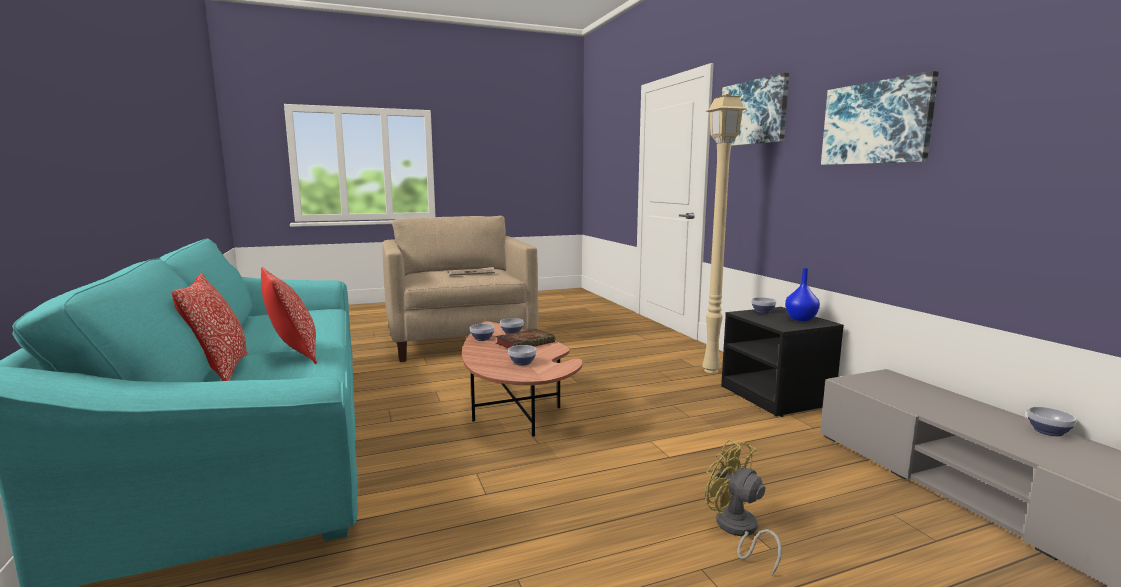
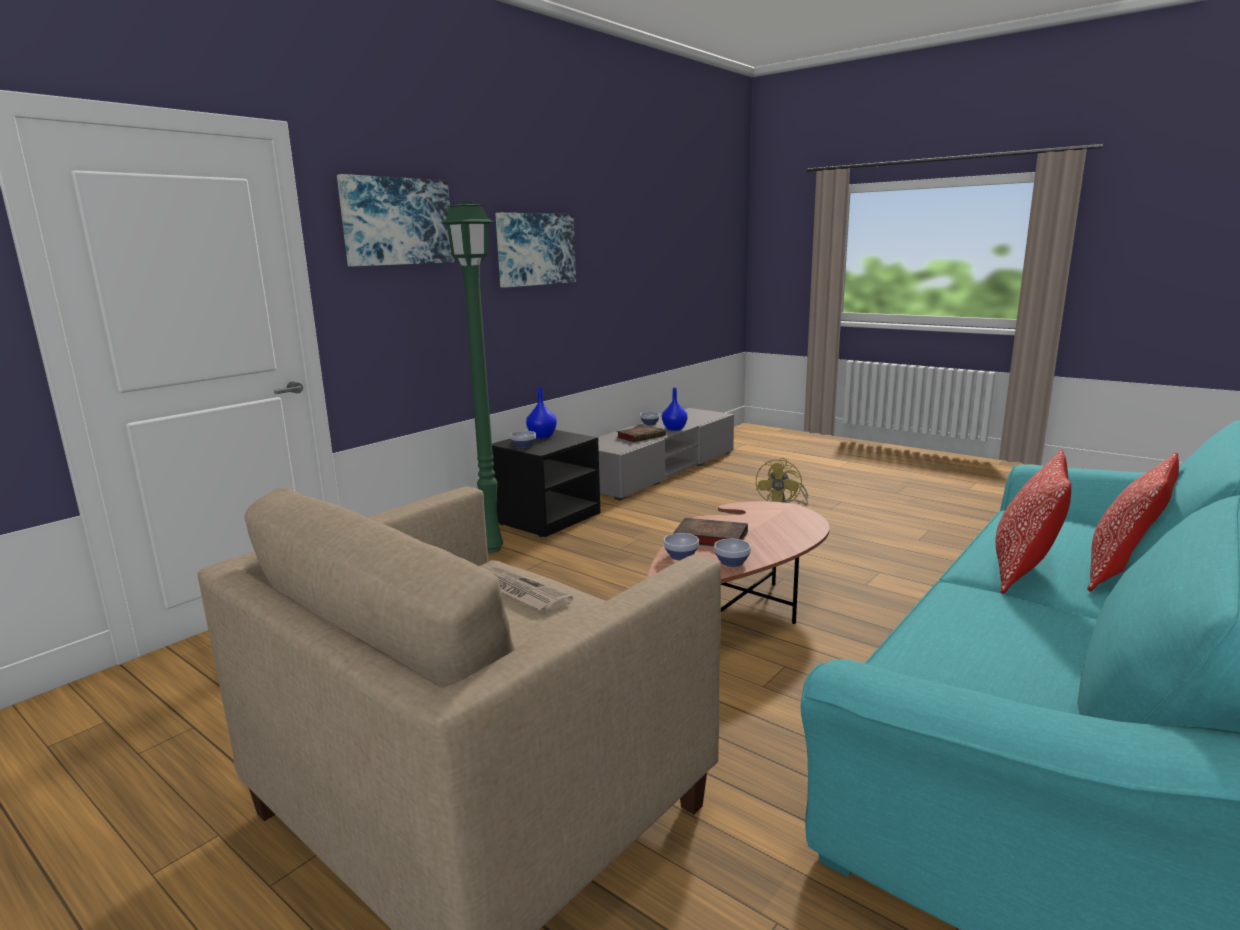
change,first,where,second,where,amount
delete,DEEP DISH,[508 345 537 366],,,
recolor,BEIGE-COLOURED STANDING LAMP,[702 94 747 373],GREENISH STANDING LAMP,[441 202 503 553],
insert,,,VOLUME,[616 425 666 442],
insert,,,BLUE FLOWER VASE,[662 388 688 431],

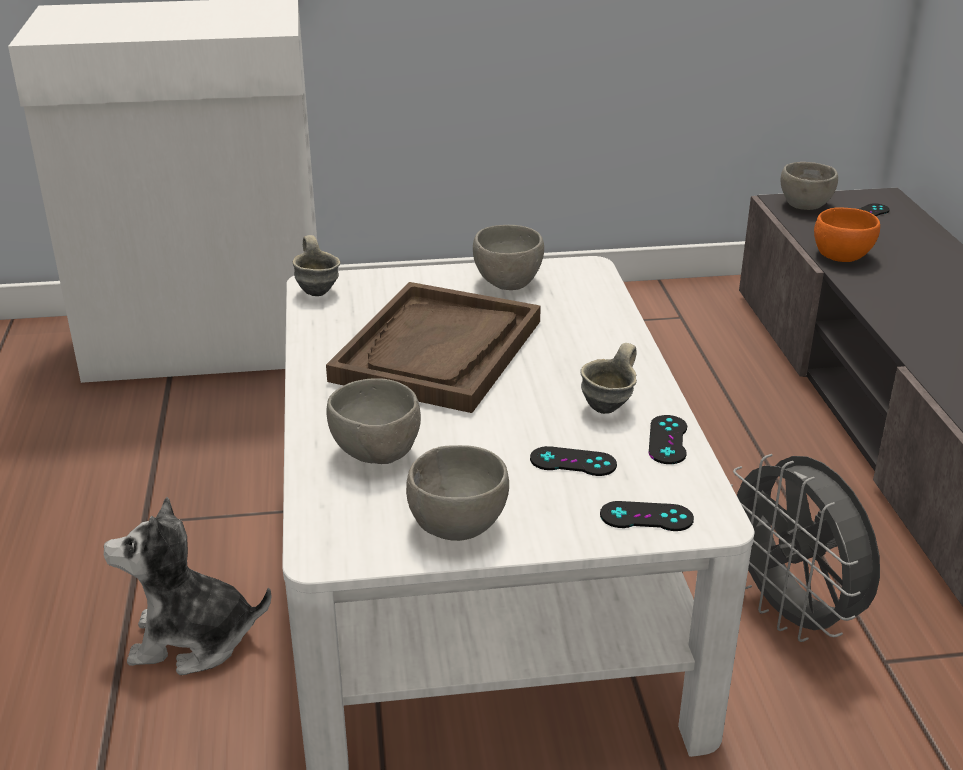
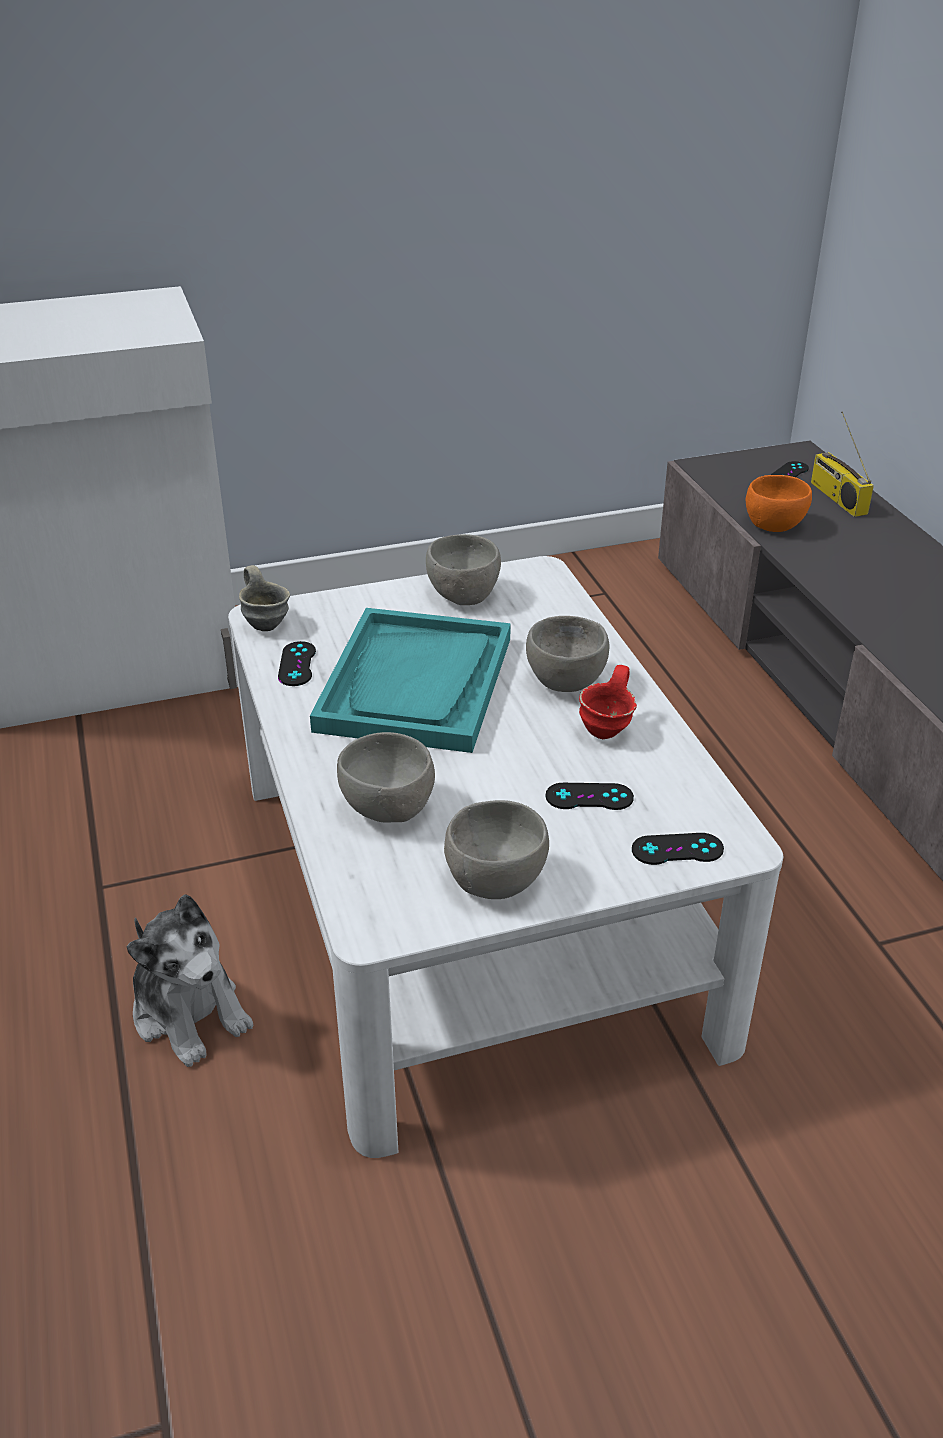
change,first,where,second,where,amount
rotate,SOFT TOY,[104 497 272 675],,[127 894 254 1067],120 degrees counterclockwise
recolor,BROWN-COLOURED CARRYING TRAY,[326 282 541 413],TURQUOISE-COLOURED CARRYING TRAY,[310 608 511 753],
recolor,GREYISH COFFEE MUG,[580 343 637 414],RED-COLOURED COFFEE MUG,[579 665 637 739],
move,BLACK-COLOURED GAMEPAD,[648 415 687 464],,[278 641 316 686],
delete,GREYISH COOLING FAN,[731 454 880 642],,,
move,GREYISH DEEP DISH,[781 162 838 210],,[526 616 609 692],
insert,,,RADIO RECEIVER,[811 411 874 517],

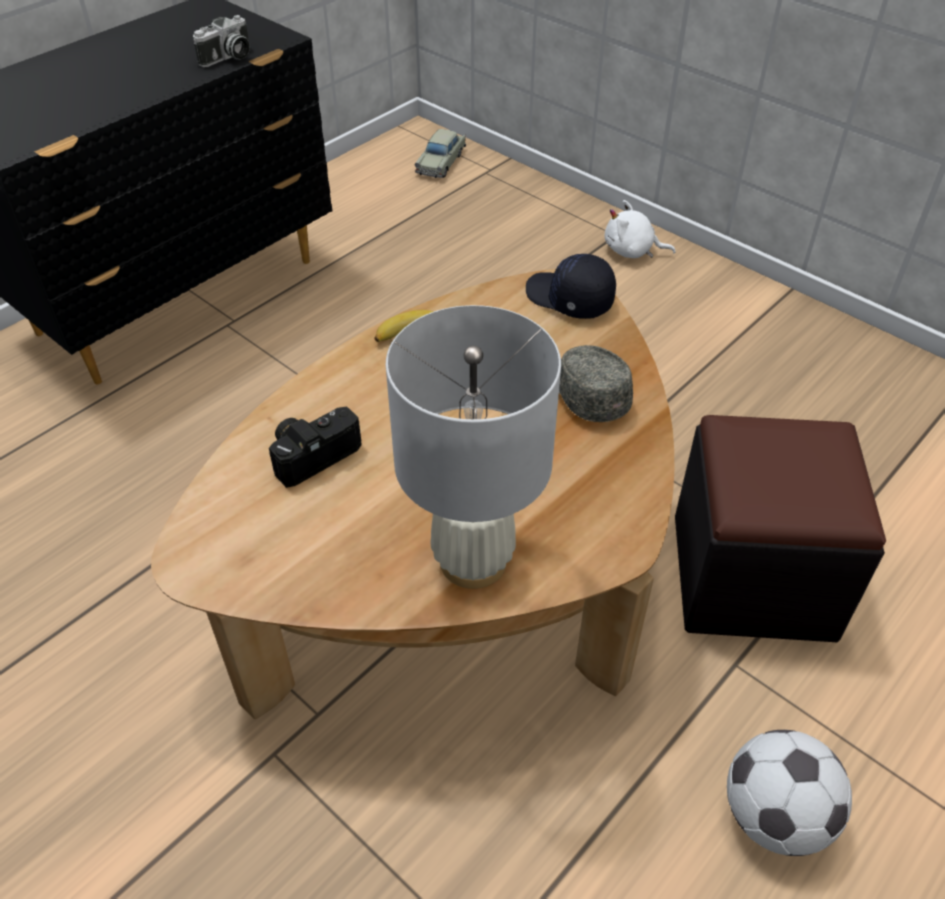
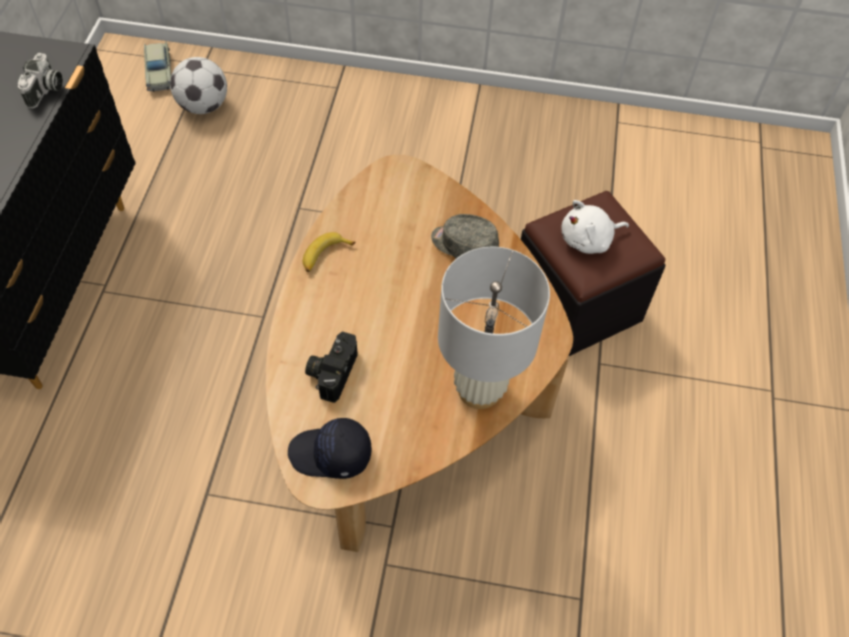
change,first,where,second,where,amount
move,BLACK-COLOURED PEAKED CAP,[526 254 616 319],,[288 418 371 479],
move,WHITE SOFT TOY,[604 200 676 258],,[561 200 629 254],
move,FOOTBALL,[727 730 852 856],,[170 57 227 114],

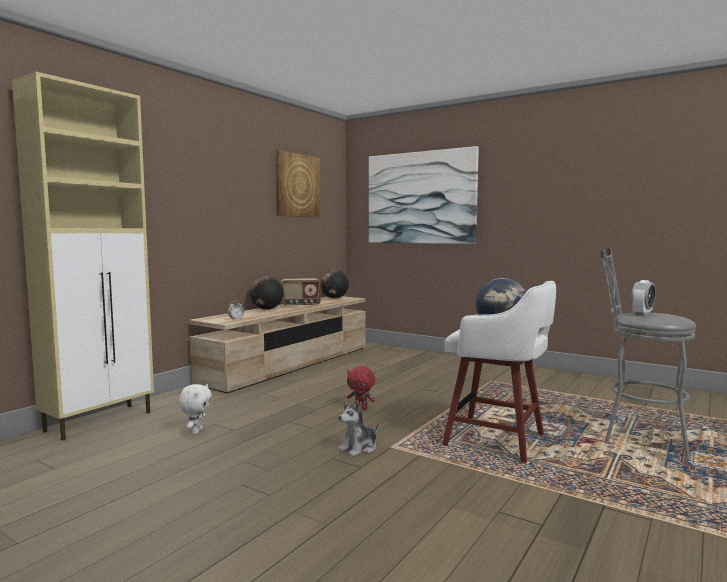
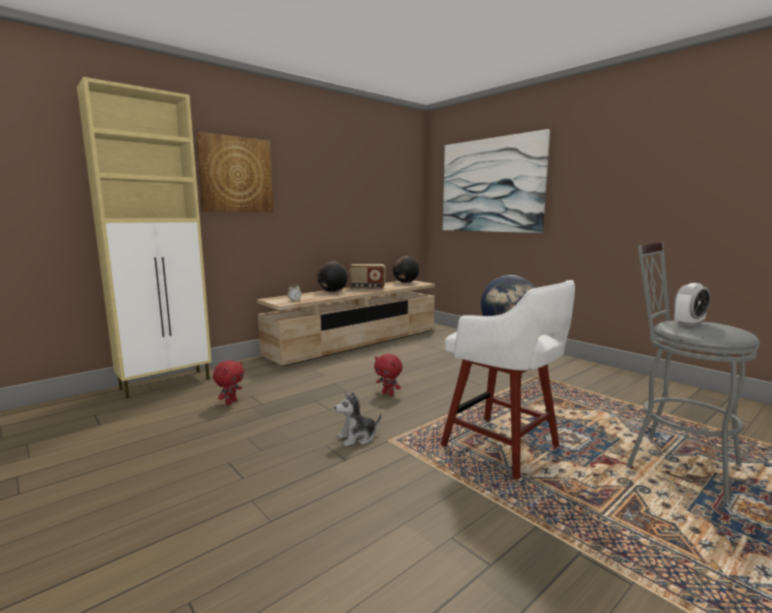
change,first,where,second,where,amount
recolor,WHITE SOFT TOY,[178 384 212 434],RED-COLOURED SOFT TOY,[213 360 244 405],
move,WALL ART,[276 150 320 218],,[196 132 273 212],

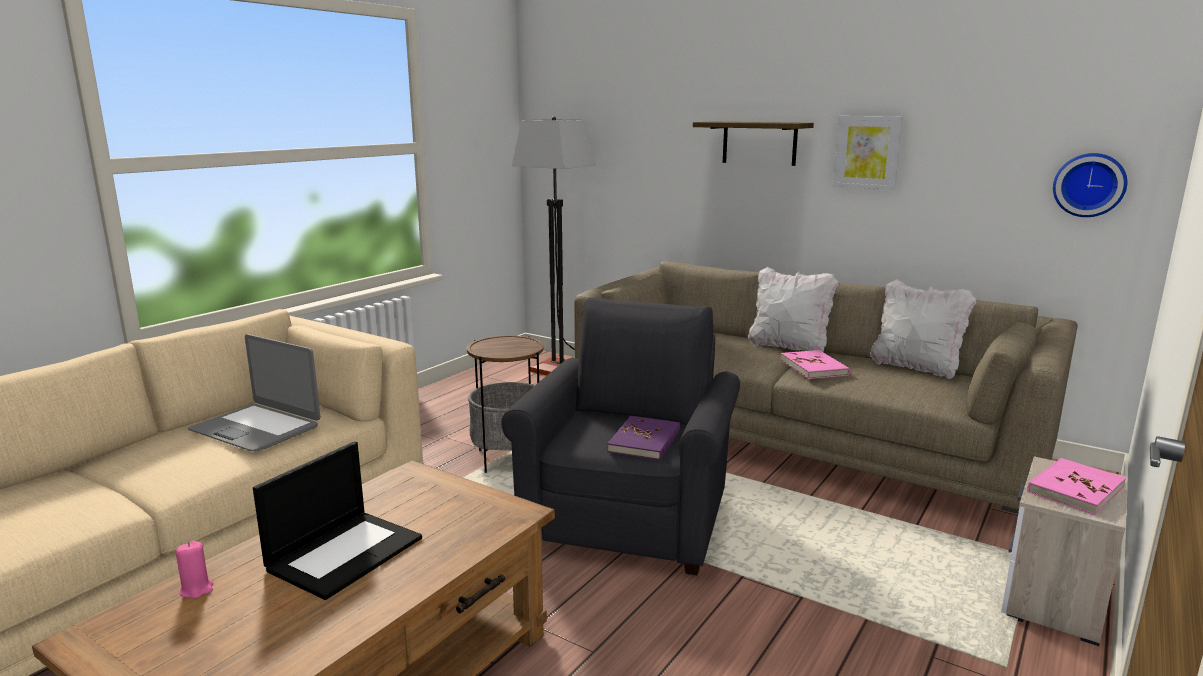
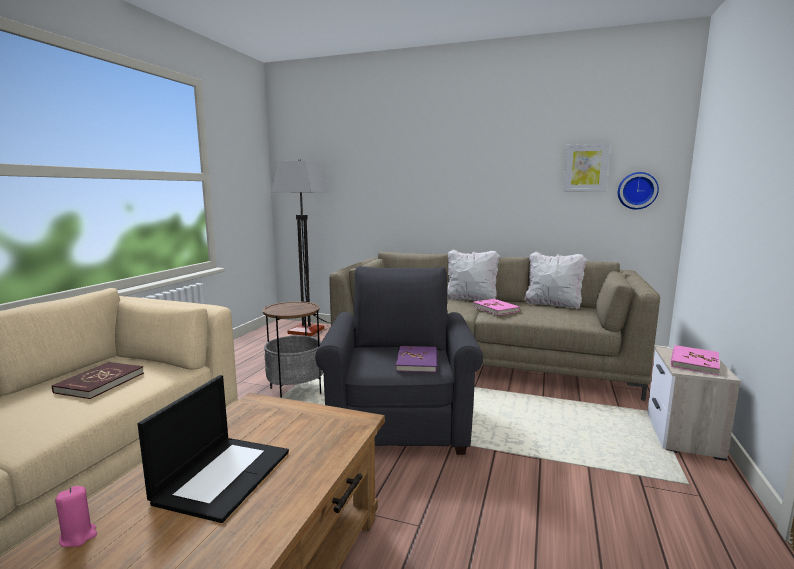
change,first,where,second,where,amount
replace,PORTABLE COMPUTER,[188 334 320 451],RED-COLOURED VOLUME,[52 362 144 399],
delete,SHELF,[693 122 814 166],,,
move,WALL ART,[833 116 903 190],,[563 144 610 191],

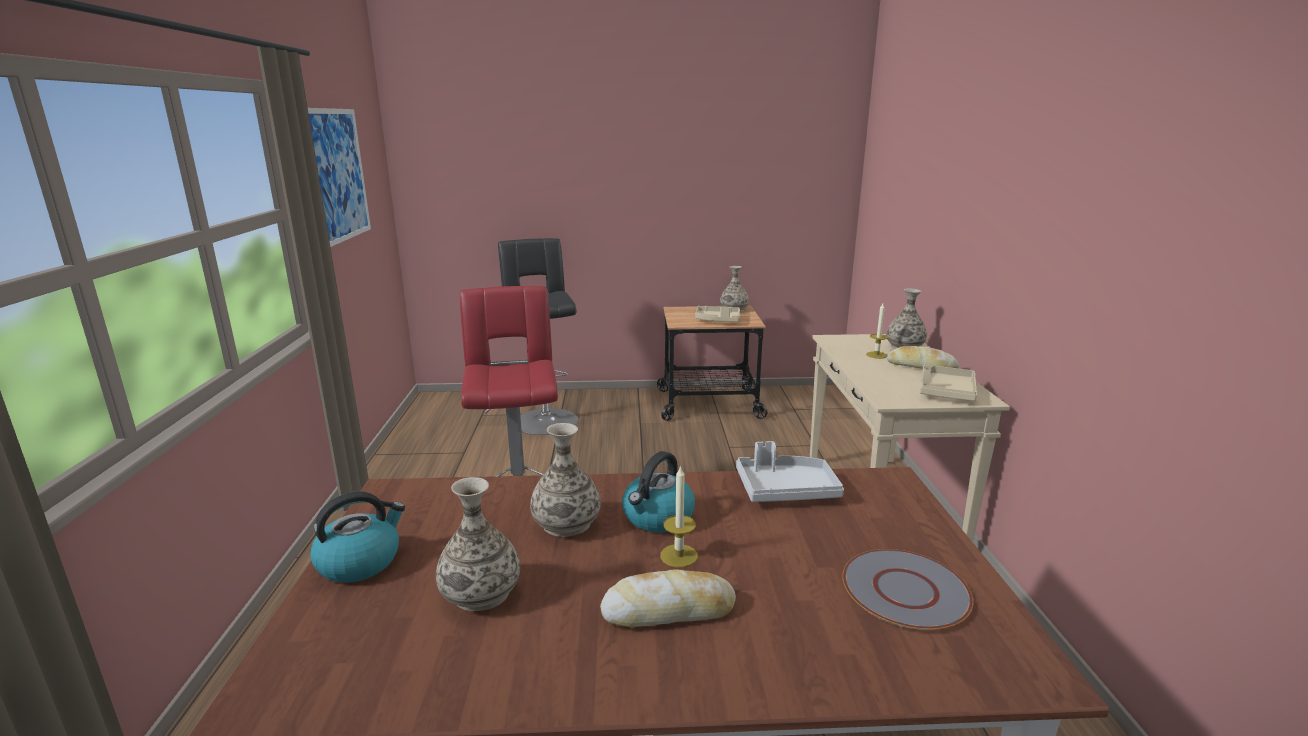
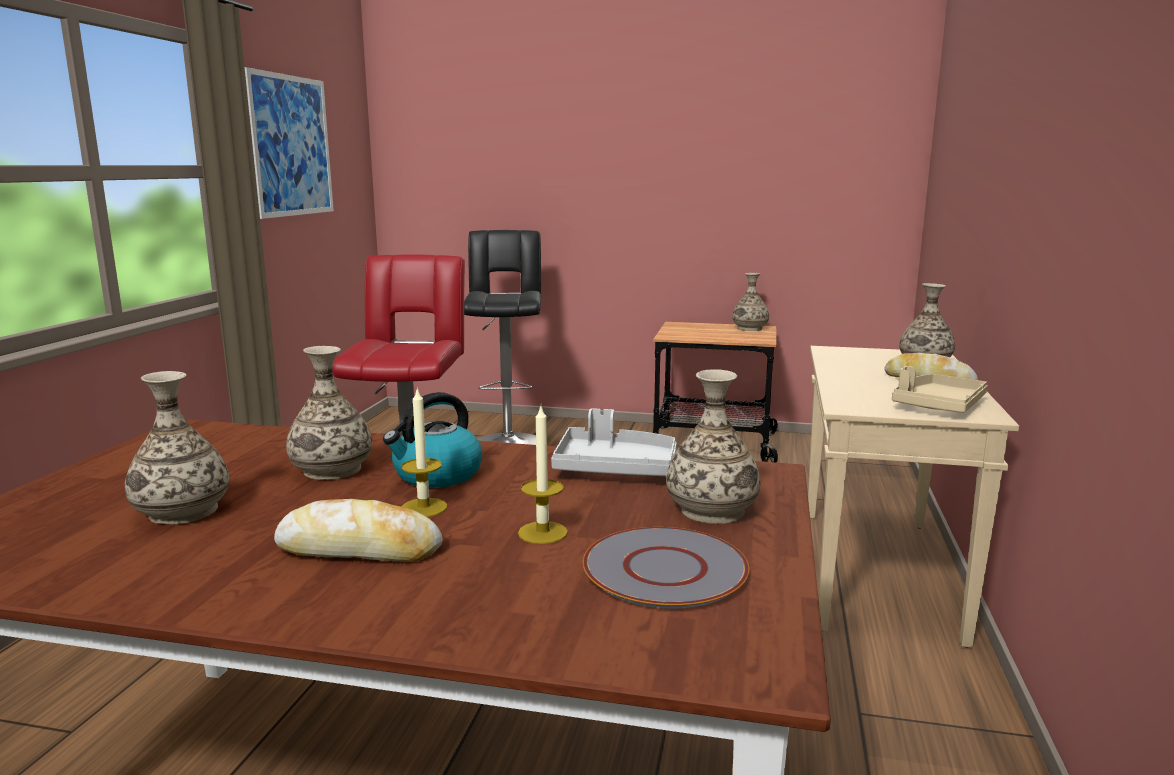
change,first,where,second,where,amount
delete,TEA KETTLE,[310 491 405 582],,,
delete,BEIGE-COLOURED CARRYING TRAY,[695 306 740 322],,,
move,WAX LIGHT,[866 304 888 359],,[518 406 568 544],
insert,,,FLOWER VASE,[666 369 760 524],

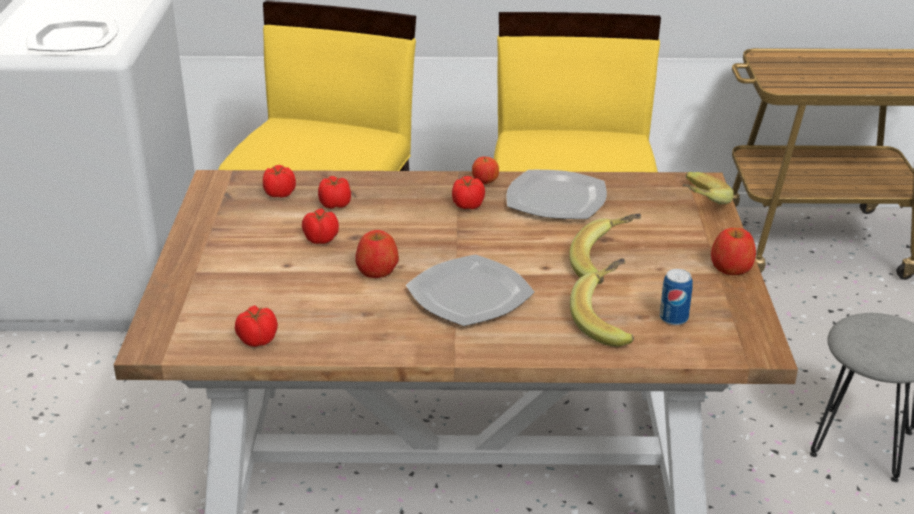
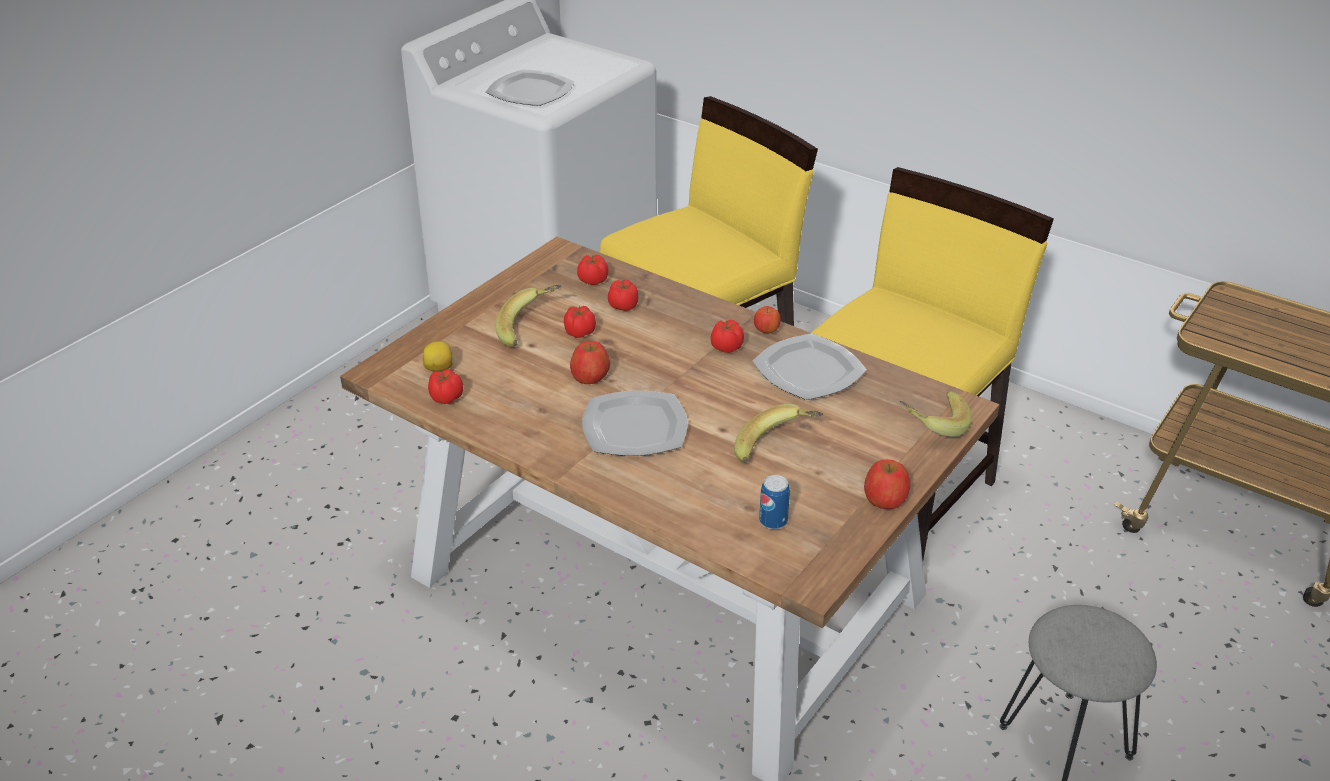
change,first,where,second,where,amount
move,BANANA FRUIT,[570 258 634 347],,[495 285 561 346],
insert,,,WHOLE LEMON,[422 341 453 372],

